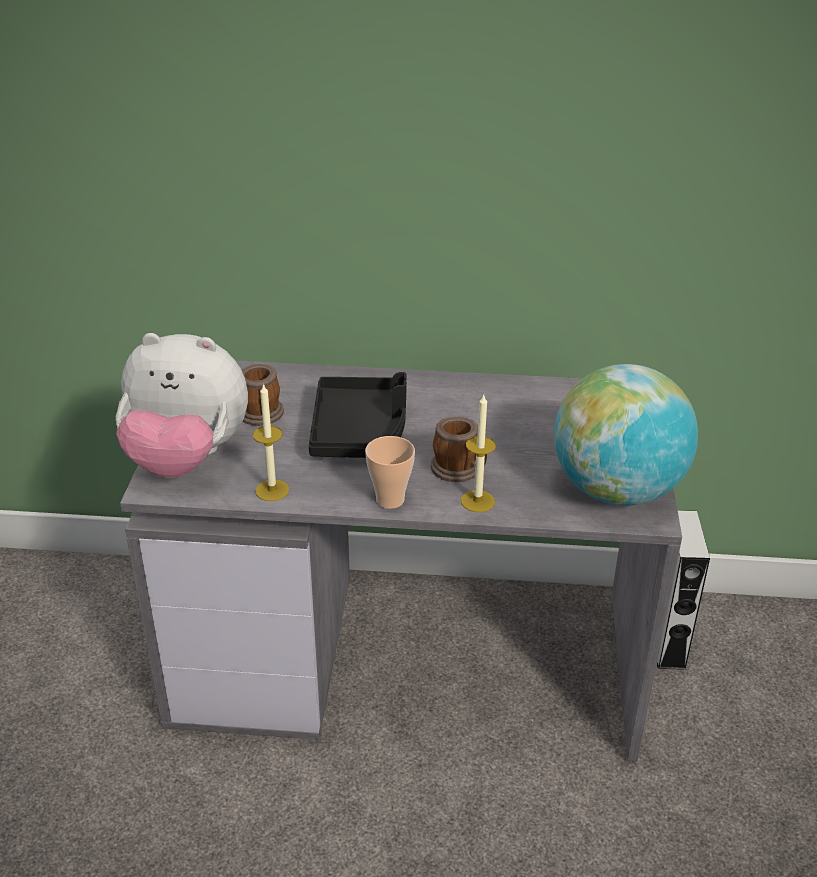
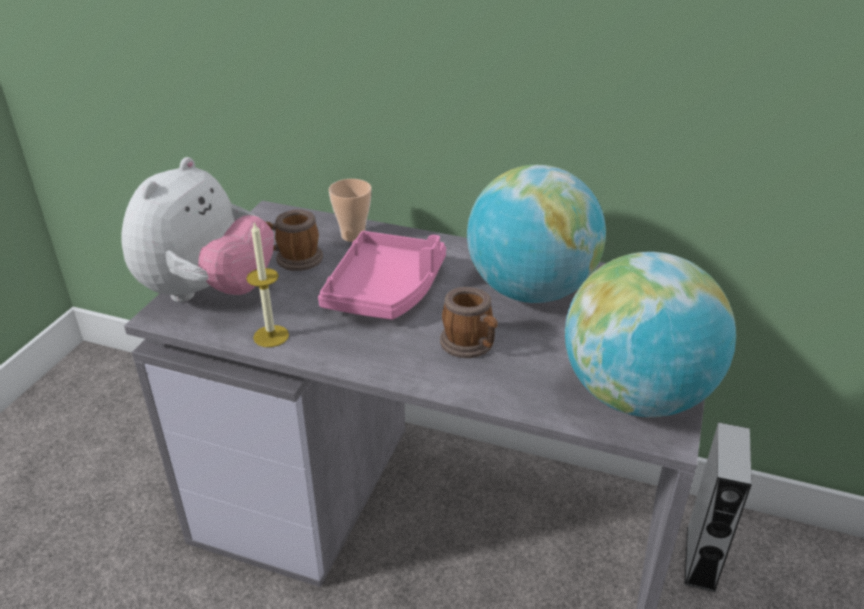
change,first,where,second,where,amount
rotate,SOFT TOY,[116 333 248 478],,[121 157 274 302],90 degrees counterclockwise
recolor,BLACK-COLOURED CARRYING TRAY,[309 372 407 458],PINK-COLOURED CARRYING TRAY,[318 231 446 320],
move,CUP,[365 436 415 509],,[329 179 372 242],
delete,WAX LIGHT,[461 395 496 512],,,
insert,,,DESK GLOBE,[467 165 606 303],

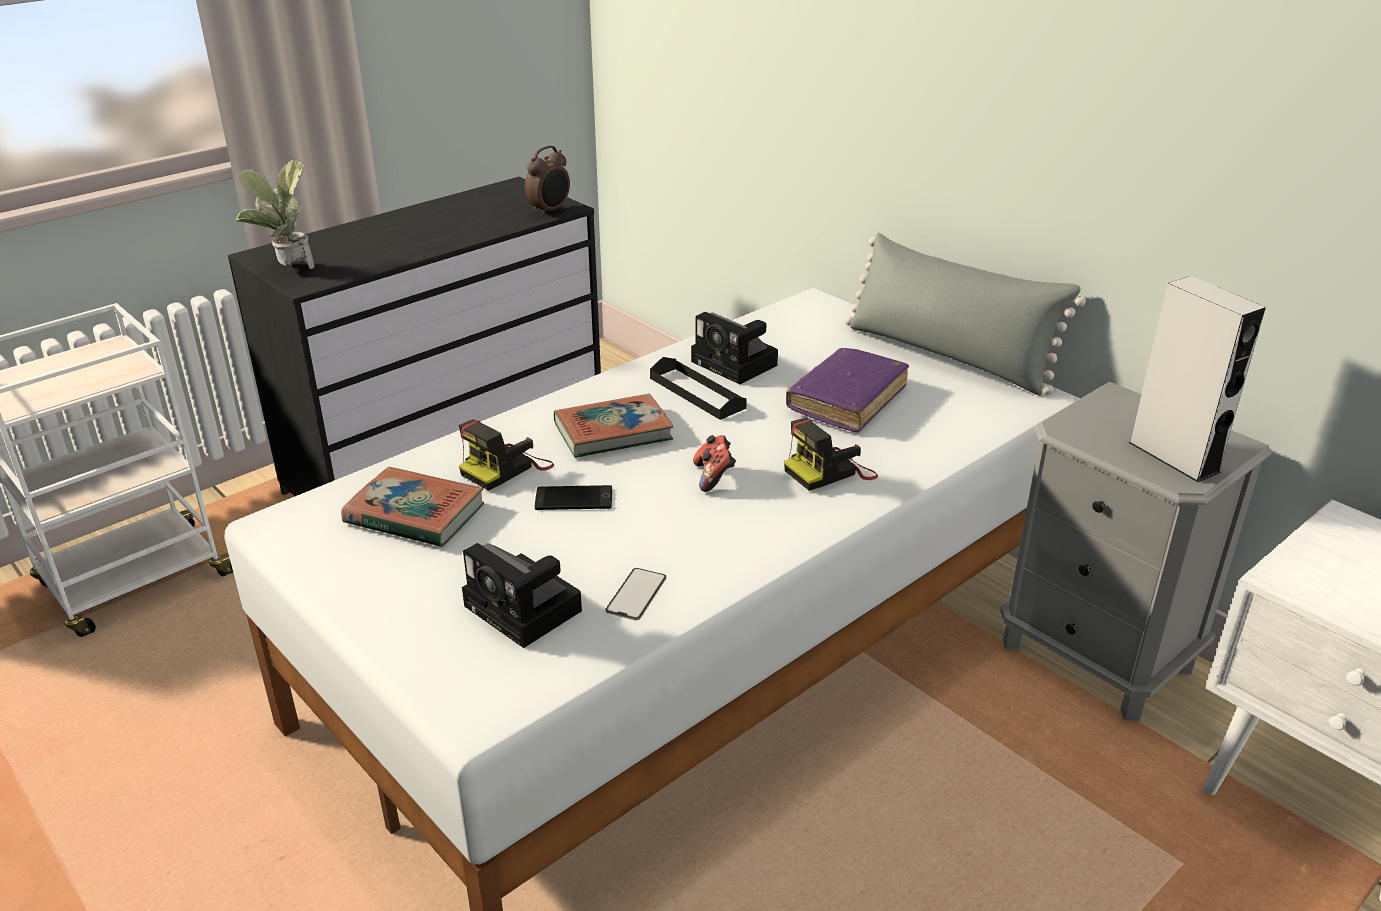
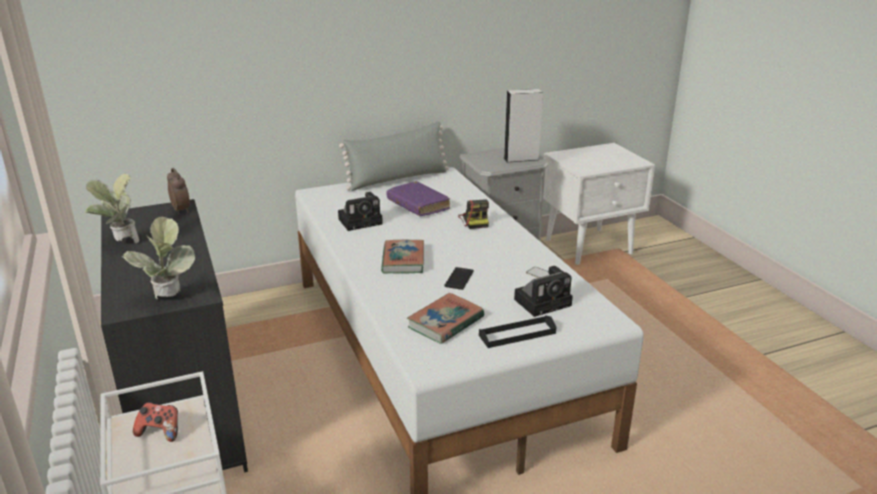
change,first,where,second,where,amount
delete,PHOTO CAMERA,[459 420 554 491],,,
move,BLACK-COLOURED CARRYING TRAY,[650 357 747 420],,[479 315 556 348],
move,GAMEPAD,[693 435 736 492],,[133 402 178 442],
insert,,,HOUSEPLANT,[85 173 139 243],

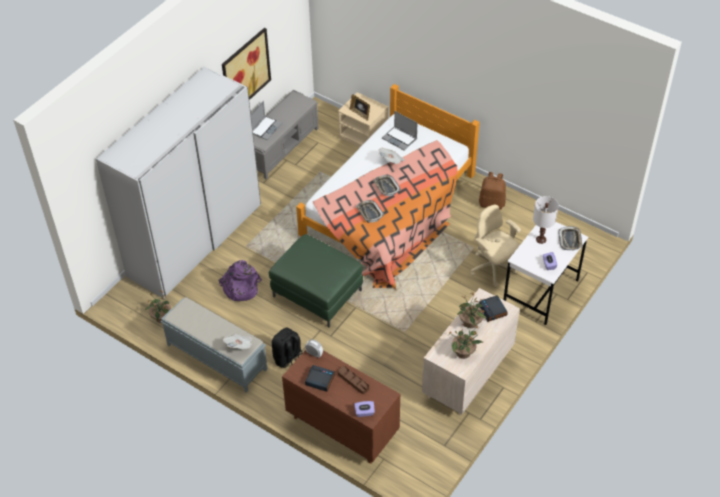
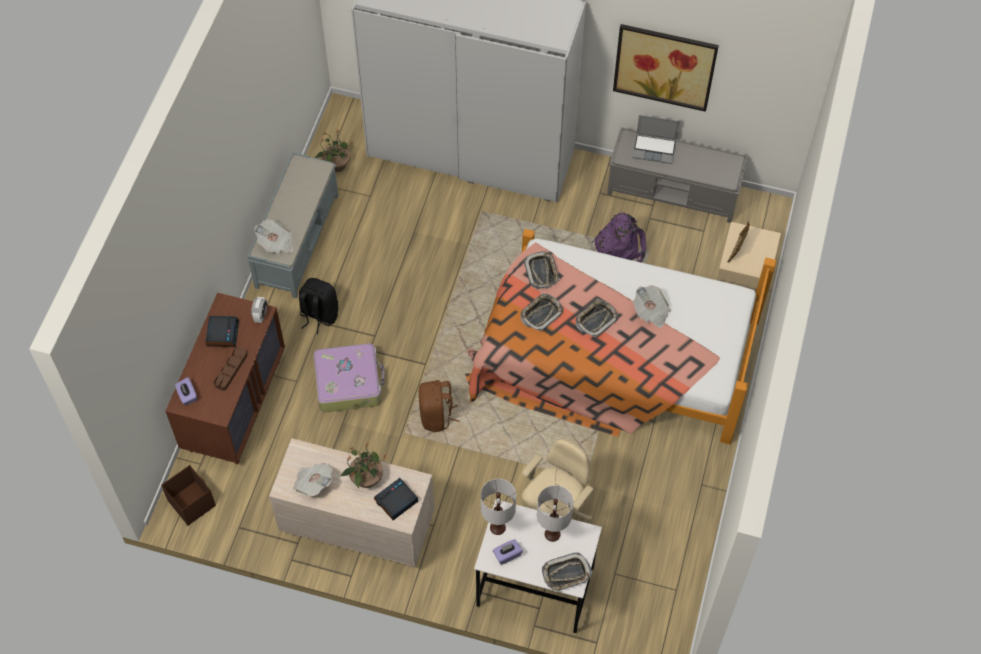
change,first,where,second,where,amount
move,PURPLE BACKPACK,[218 260 262 301],,[592 212 646 262],
delete,GREENISH FOOTREST,[269 234 363 328],,,
delete,PORTABLE COMPUTER,[382 111 417 150],,,
replace,HOUSEPLANT,[448 325 484 359],DAILY PAPER,[293 463 333 497],
move,BROWN-COLOURED BACKPACK,[479 172 506 210],,[419 380 459 432],
insert,,,BROWN-COLOURED STORAGE BIN,[161 465 216 525],
insert,,,TRAVEL CASE,[313 343 384 412],
insert,,,WHITE LAMP FOR A TABLE,[481 479 516 535],
insert,,,CARRYING TRAY,[524 251 560 289],

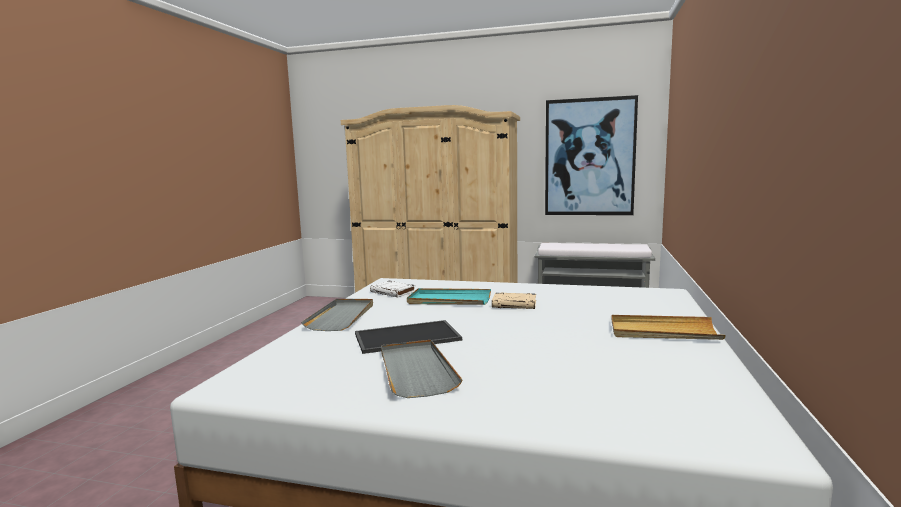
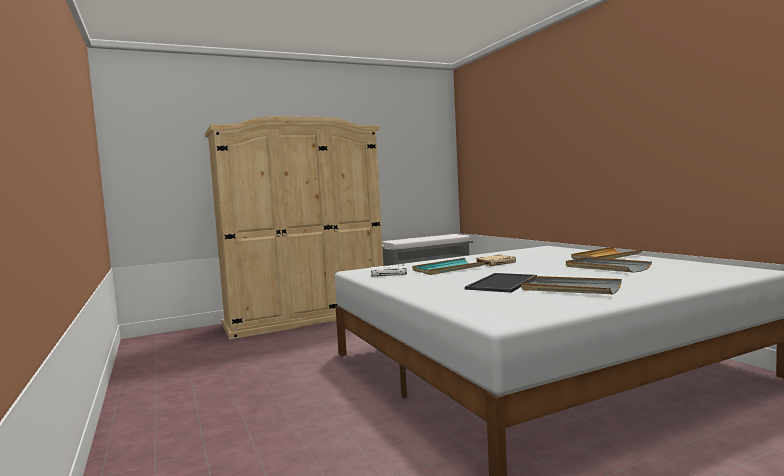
change,first,where,second,where,amount
move,GREYISH CARRYING TRAY,[301 299 373 331],,[566 257 652 273],
delete,WALL ART,[545 95 638 215],,,

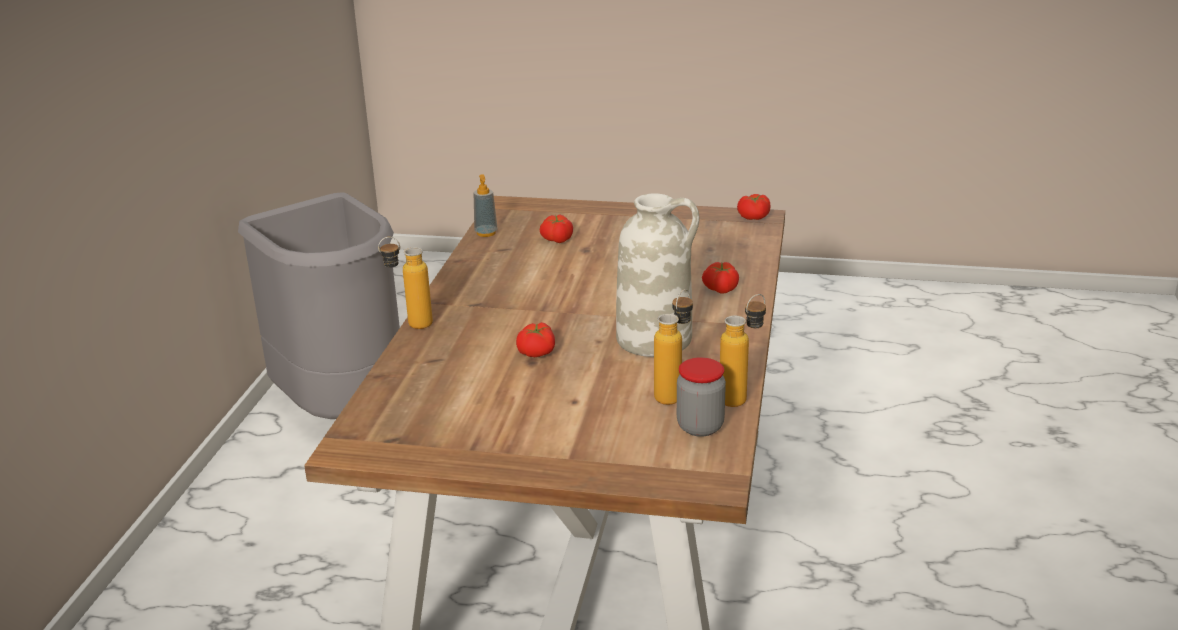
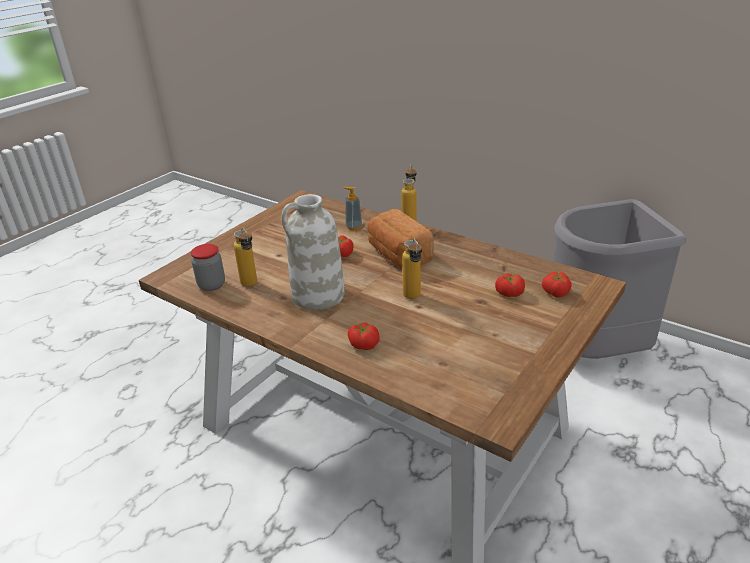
change,first,where,second,where,amount
move,LIQUID SOAP BOTTLE,[474 174 498 237],,[343 187 362 230],
move,BEVERAGE BOTTLE,[720 294 766 407],,[402 238 422 299],
move,WHOLE TOMATO,[737 194 770 220],,[542 272 572 297],
insert,,,BAKERY BREAD,[368 209 434 267],

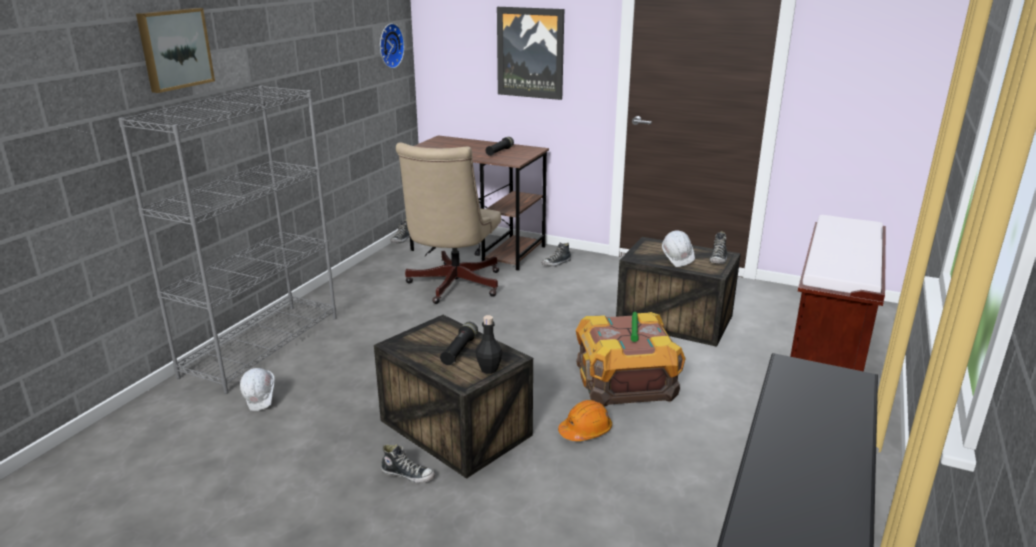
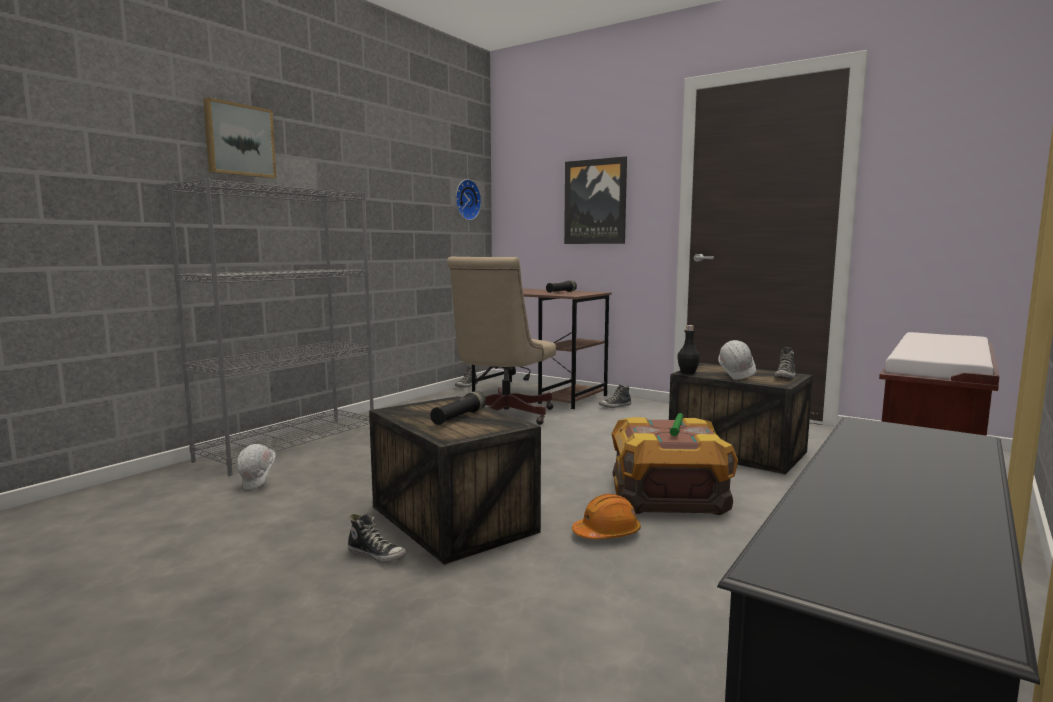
change,first,where,second,where,amount
move,BLACK-COLOURED BEVERAGE BOTTLE,[475 315 502 374],,[677 325 700 374],

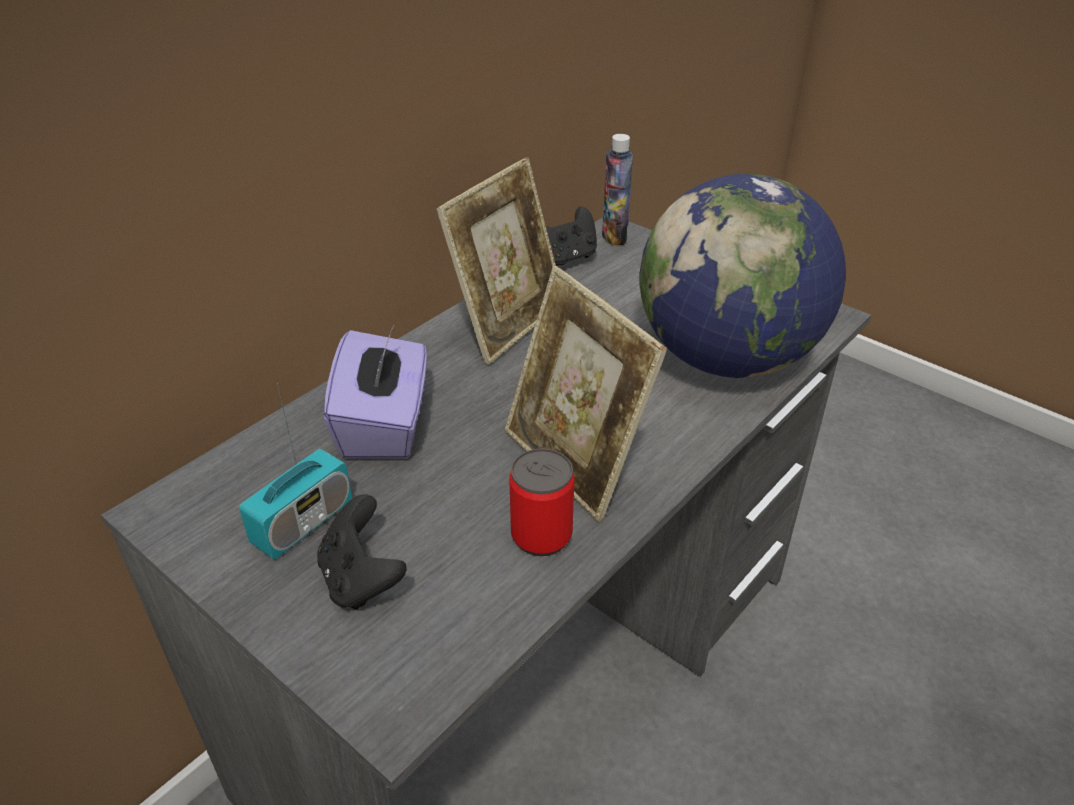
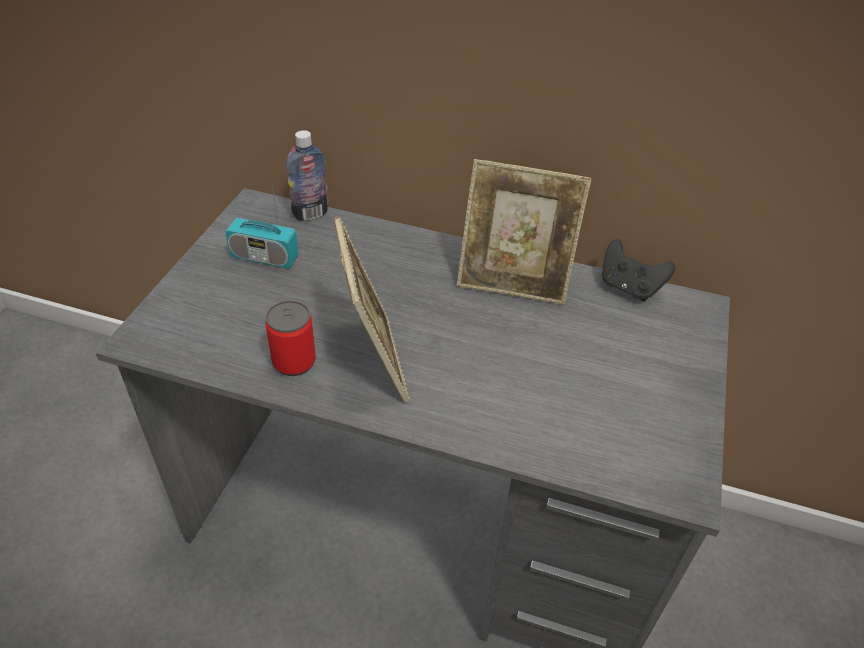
change,first,where,second,where,amount
delete,BLACK-COLOURED GAMEPAD,[317 495 407 610],,,
delete,PURPLE BOX OF TISSUES,[324 326 427 459],,,
rotate,STANDING FRAME,[505 266 667 522],,[334 216 410 403],135 degrees clockwise
move,BEVERAGE BOTTLE,[602 134 633 245],,[287 130 328 221],
delete,DESK GLOBE,[640 174 846 378],,,

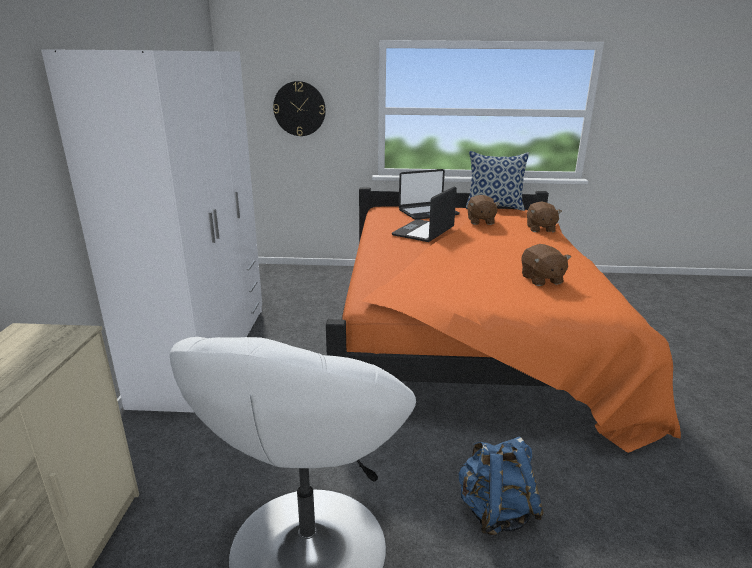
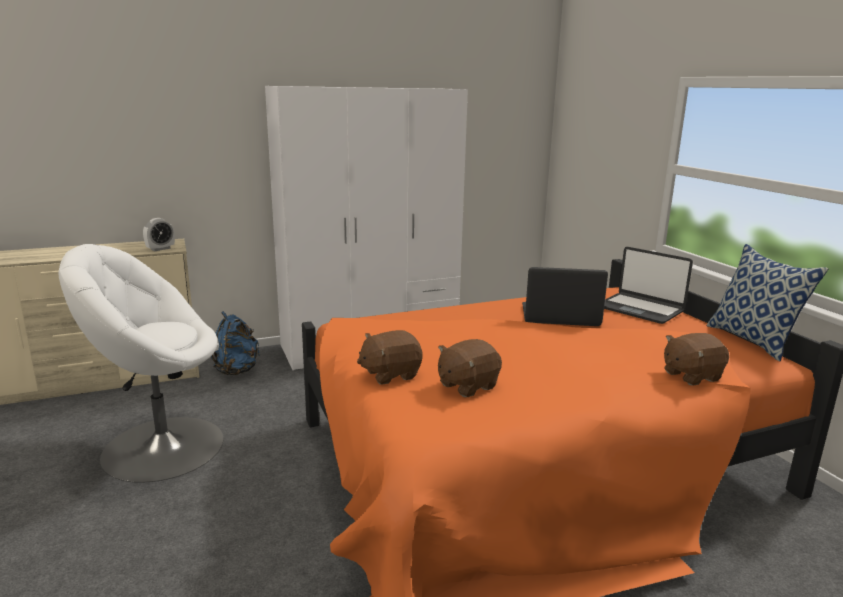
change,first,where,second,where,amount
delete,CLOCK ON THE WALL,[273 81 326 136],,,
move,BLUE BACKPACK,[458 436 544 535],,[211 311 260 375],
move,BROWN-COLOURED SOFT TOY,[467 195 500 225],,[357 330 423 385],
insert,,,ALARM CLOCK,[143 218 175 251],

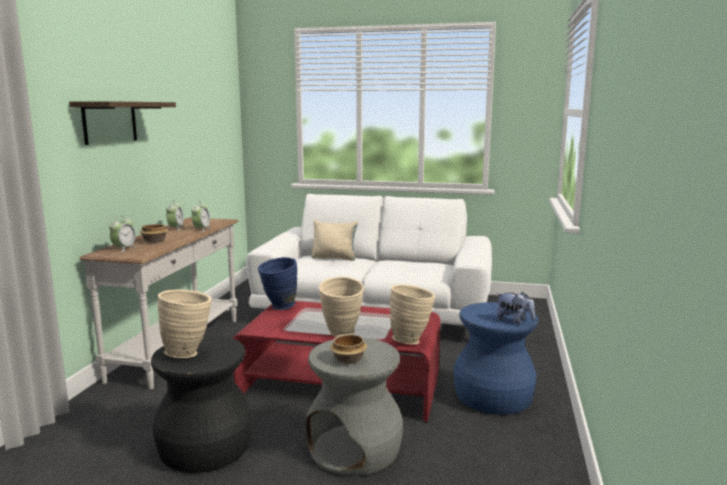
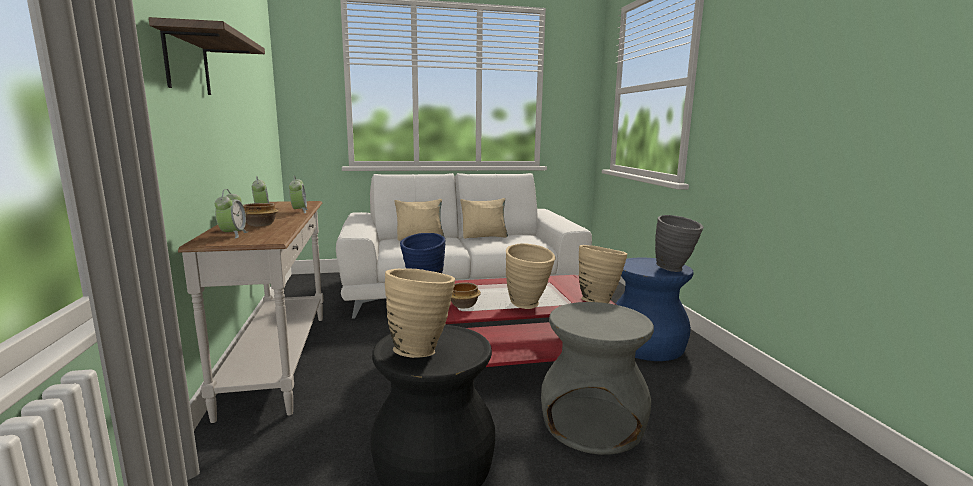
change,first,where,second,where,amount
move,DEEP DISH,[330 334 367 364],,[451 282 481 308],
replace,SOFT TOY,[496 292 535 324],GREYISH FLOWER VASE,[655 215 704 272],
insert,,,BEIGE-COLOURED THROW PILLOW,[460 198 508 239],

